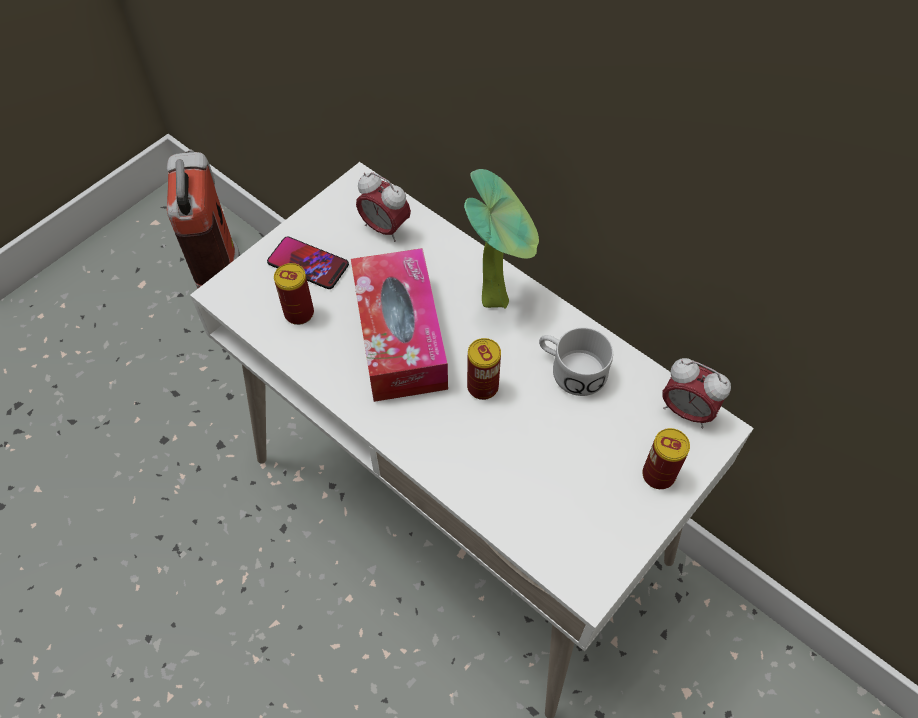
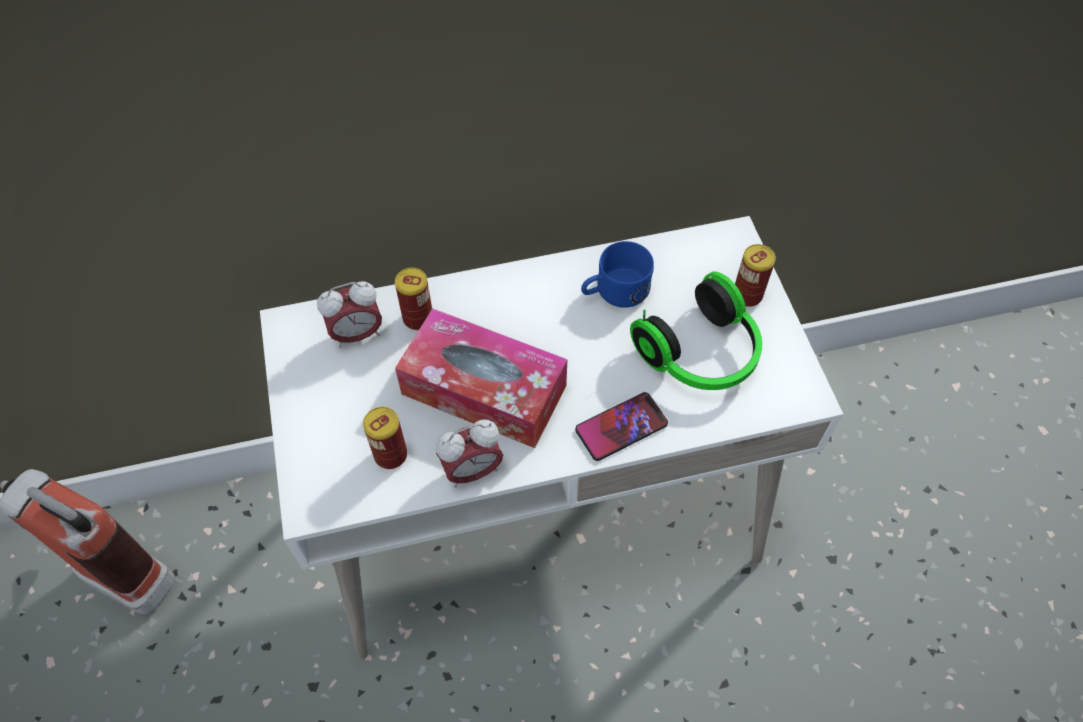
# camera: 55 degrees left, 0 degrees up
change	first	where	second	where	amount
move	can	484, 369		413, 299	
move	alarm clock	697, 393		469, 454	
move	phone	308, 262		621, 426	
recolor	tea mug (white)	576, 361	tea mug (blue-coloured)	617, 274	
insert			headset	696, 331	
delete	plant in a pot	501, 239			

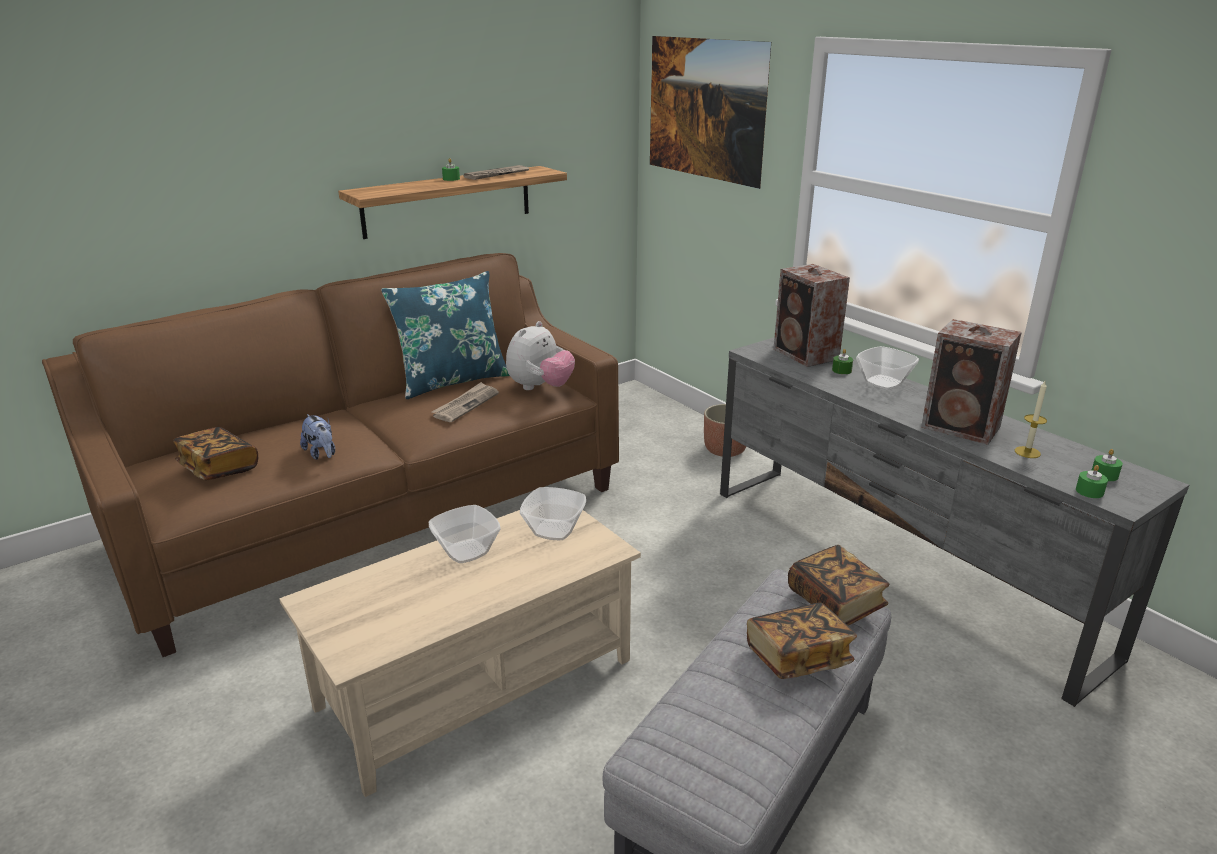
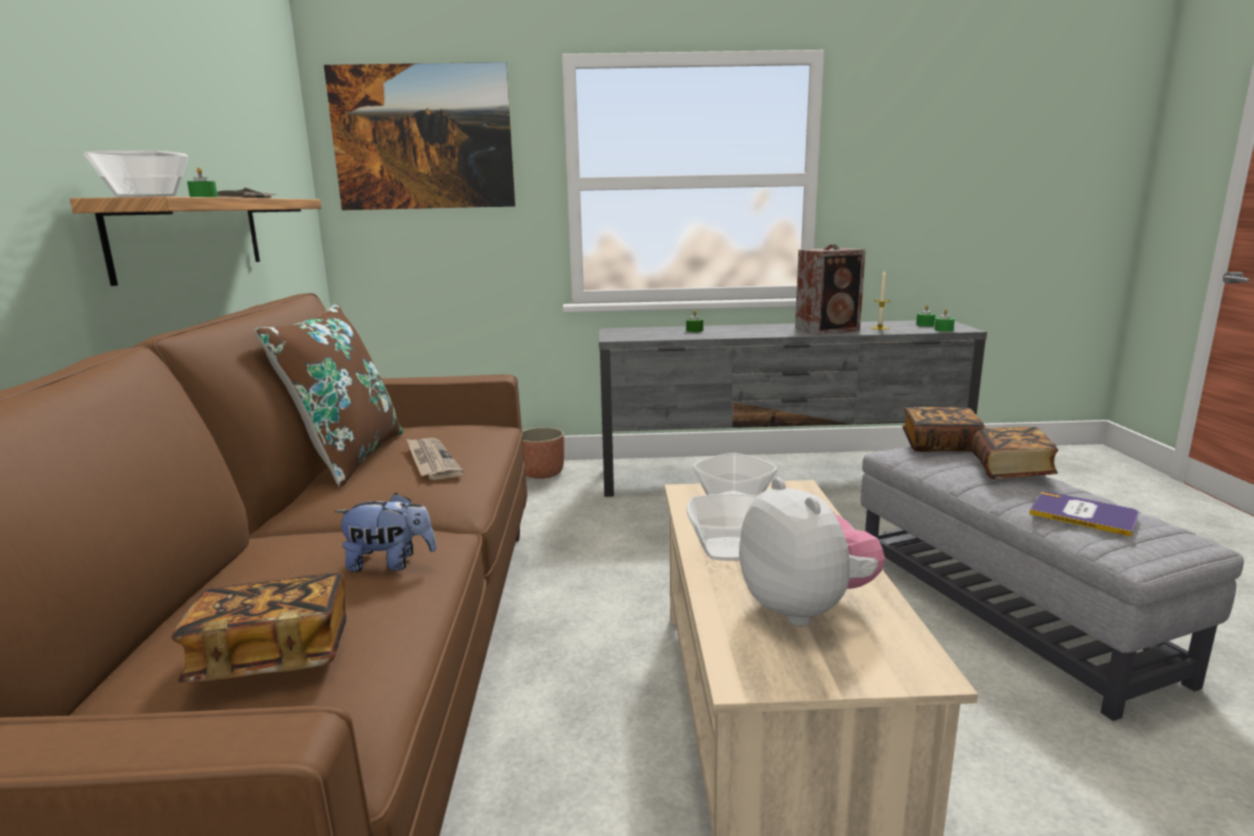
# camera: 55 degrees left, 10 degrees down
change	first	where	second	where	amount
move	deep dish	887, 368		136, 173	
recolor	pillow (blue-coloured)	445, 335	pillow (brown)	328, 395	
move	soft toy	540, 355		812, 552	
insert			book	1084, 514	
delete	speaker	812, 315			

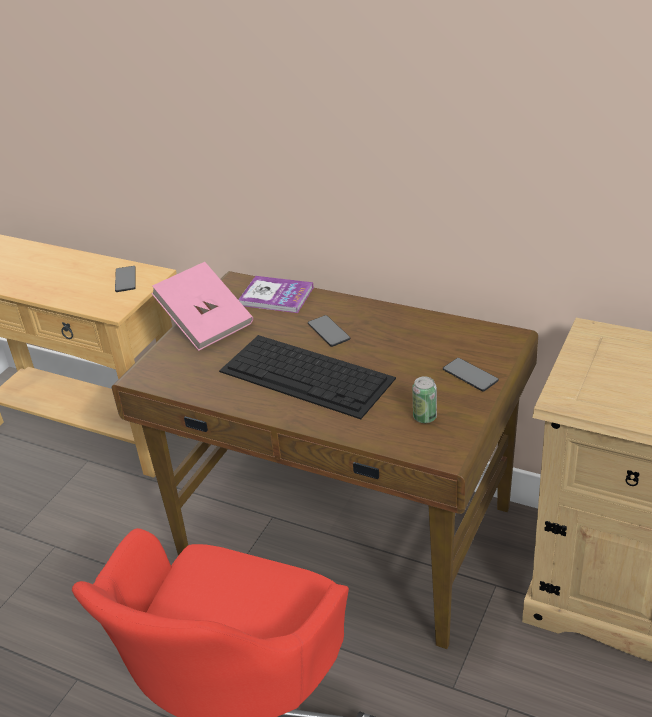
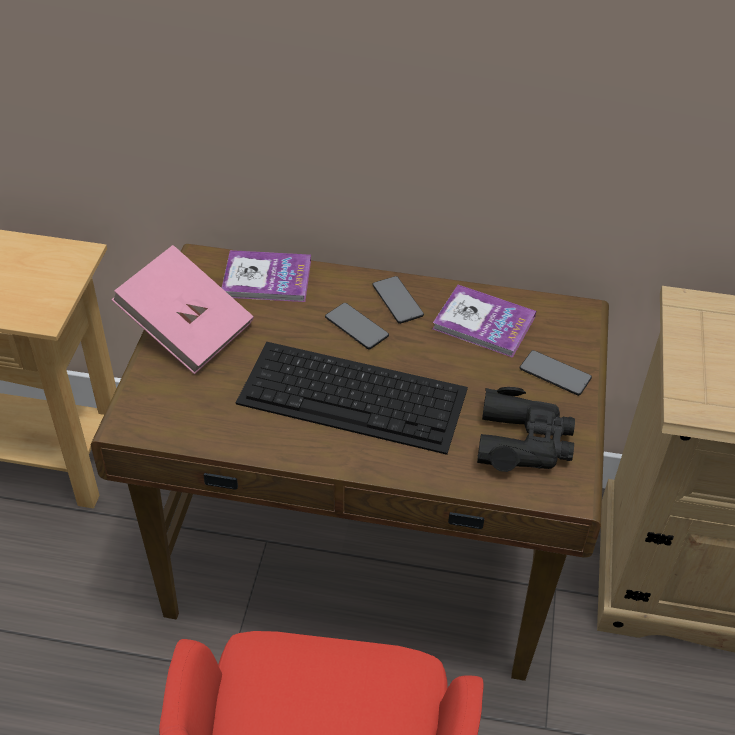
# camera: 20 degrees left, 10 degrees up
change	first	where	second	where	amount
move	phone	125, 279		398, 300	
insert			book	484, 321	
replace	can	424, 399	field glasses (blackish)	526, 429	

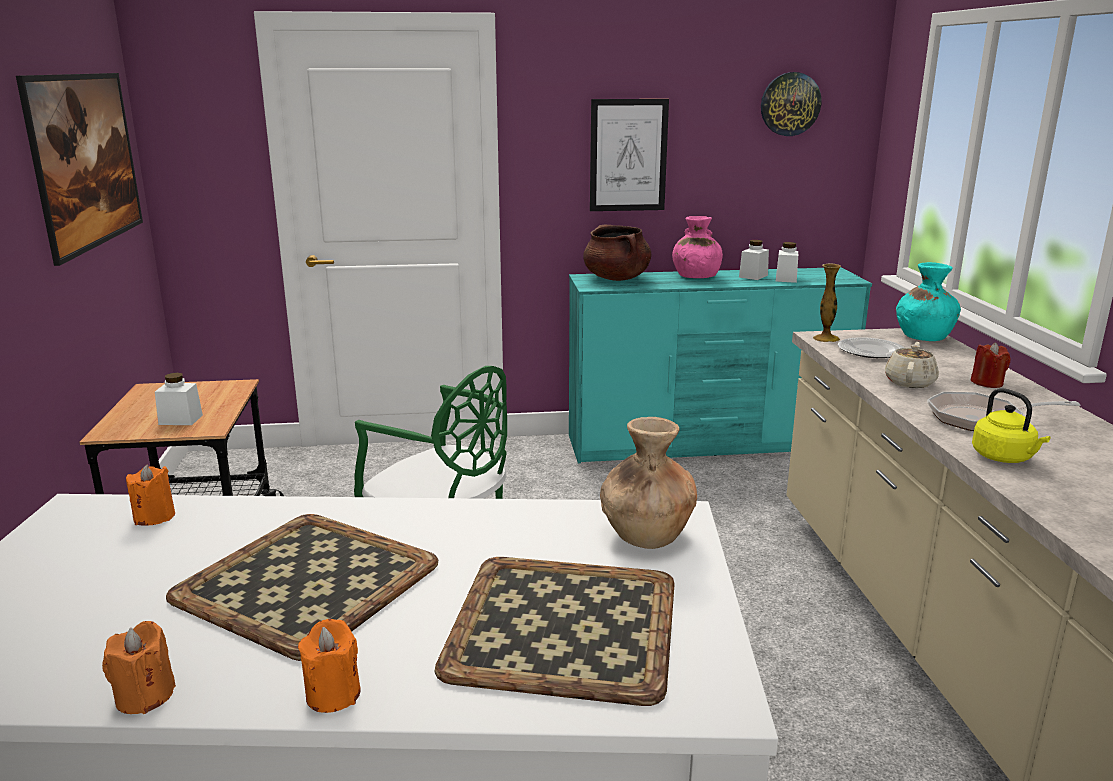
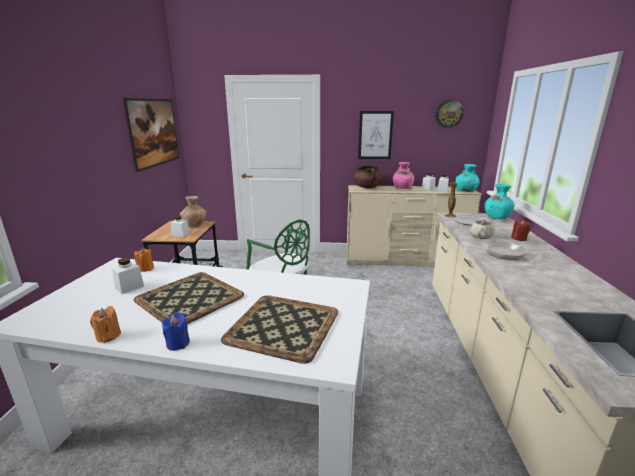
# camera: 10 degrees right, 0 degrees up
change	first	where	second	where	amount
insert			preserve jar (white)	128, 276	
recolor	wax light (orange-coloured)	329, 666	wax light (blue-coloured)	176, 331	
move	vase (brown)	648, 483		193, 211	
recolor	chest of drawers (turquoise-coloured)	720, 365	chest of drawers (beige)	414, 226	
insert			vase (turquoise-coloured)	467, 178	
delete	kettle (yellowish)	1011, 425			

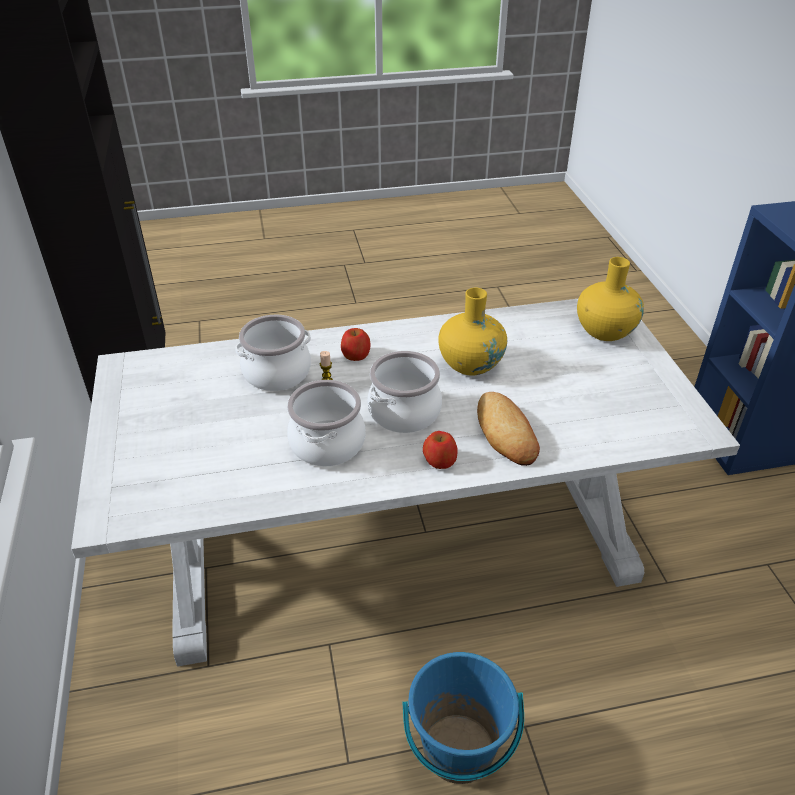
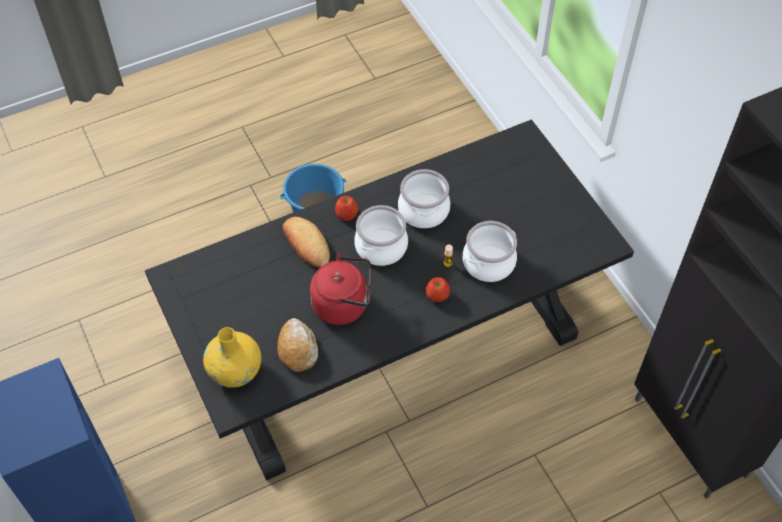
# camera: 165 degrees right, 15 degrees up
change	first	where	second	where	amount
recolor	dinner table (white)	405, 482	dinner table (blackish)	389, 300	
insert			bread	297, 345	
replace	vase (yellowish)	472, 332	kettle (red-coloured)	340, 289	

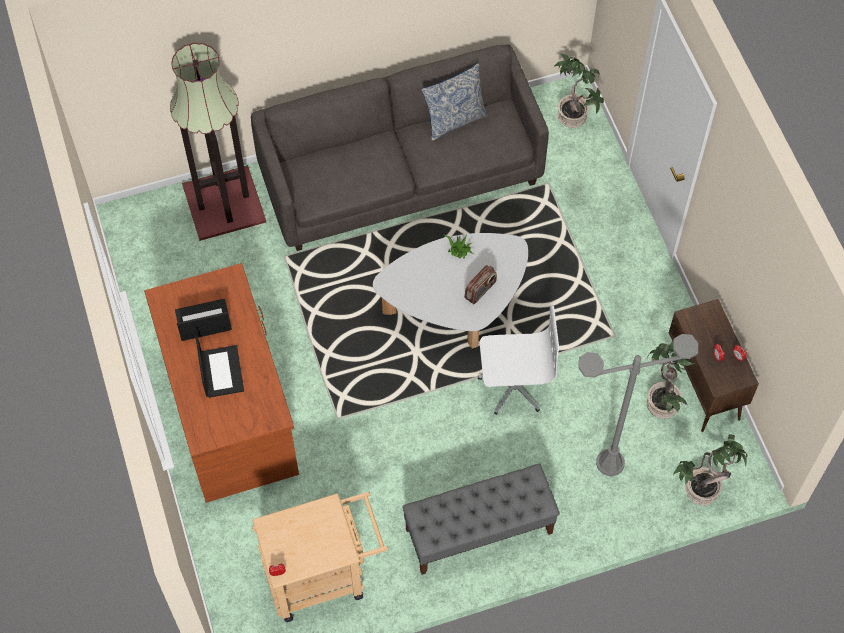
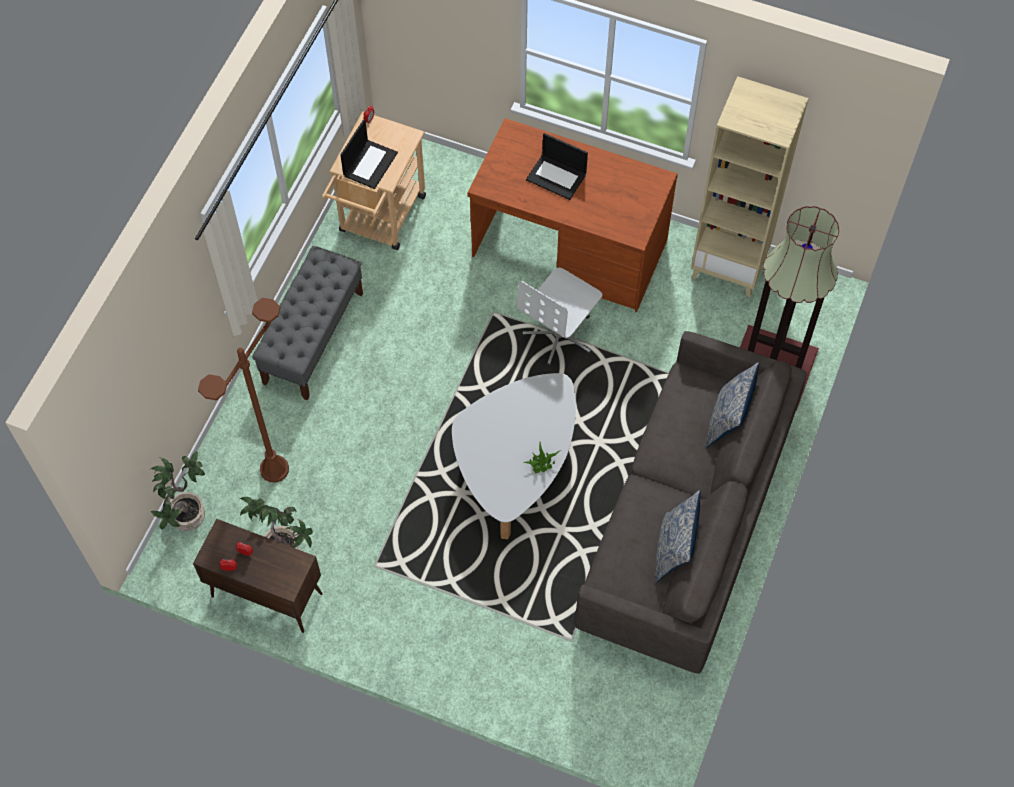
# camera: 130 degrees right, 0 degrees up
change	first	where	second	where	amount
recolor	standard lamp (grey)	638, 405	standard lamp (brown)	243, 390	
move	laptop	203, 320		369, 154	
move	computer chair (white)	518, 360		559, 317	
insert			bookshelf (beige)	750, 186	
insert			pillow	732, 405	
delete	radio receiver	480, 284			
delete	plant in a pot	579, 91			

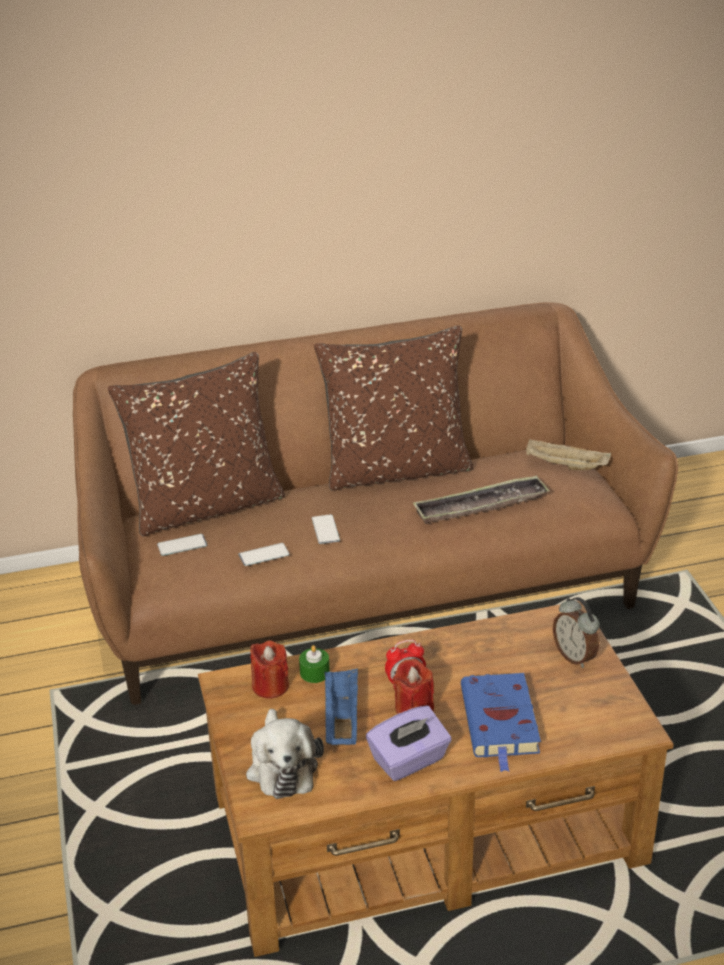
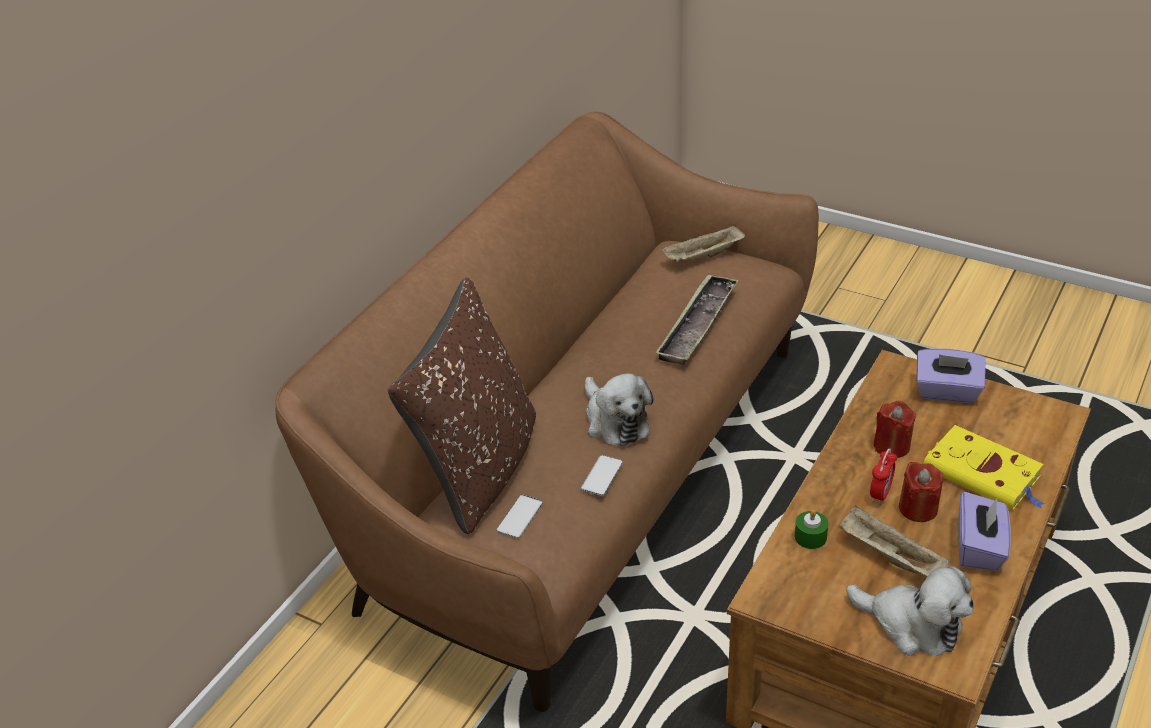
# camera: 45 degrees left, 5 degrees up
change	first	where	second	where	amount
replace	phone	326, 529	soft toy	619, 409	
recolor	serving tray (blue-coloured)	341, 706	serving tray (beige)	894, 541	
move	wax light (red-coloured)	270, 669		895, 429	
replace	alarm clock	576, 632	tissue box (purplish)	951, 375	
recolor	book (blue-coloured)	501, 722	book (yellowish)	984, 467	
delete	pillow (brown)	393, 408			

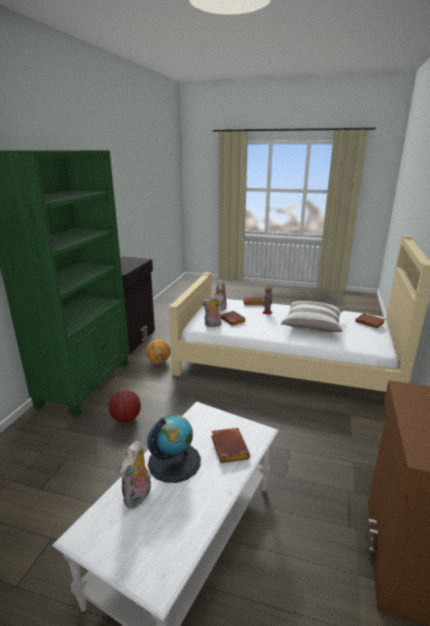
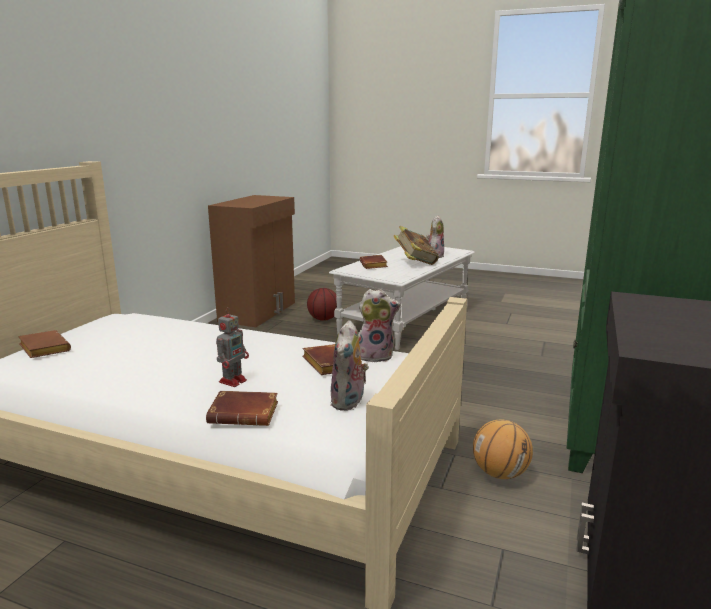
# camera: 175 degrees left, 5 degrees down
change	first	where	second	where	amount
move	ball for basketball	125, 406		322, 304	
replace	desk globe	174, 448	book	416, 245	
delete	pillow	312, 317			

